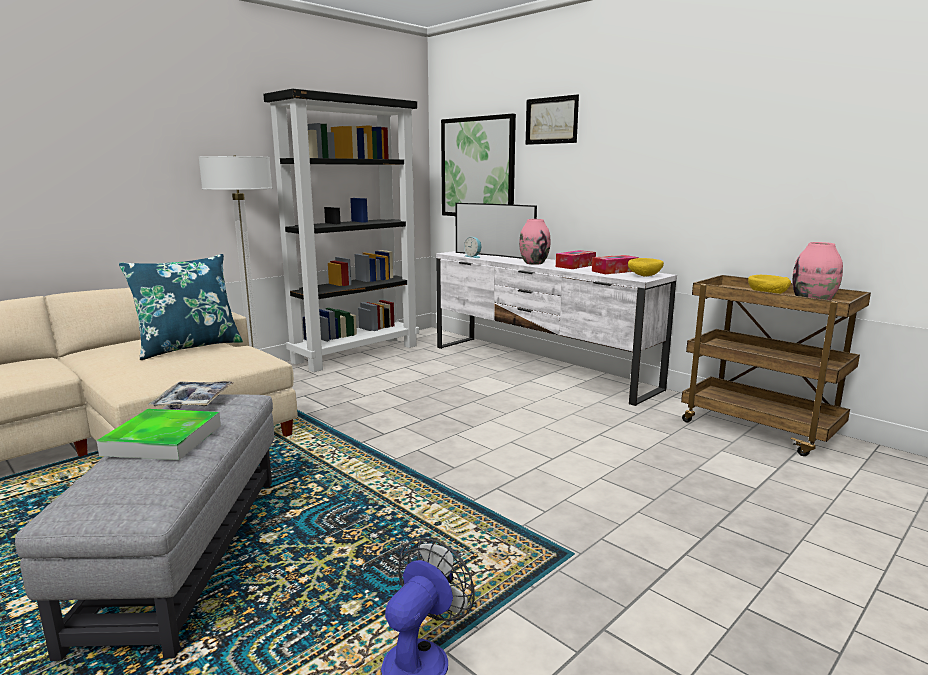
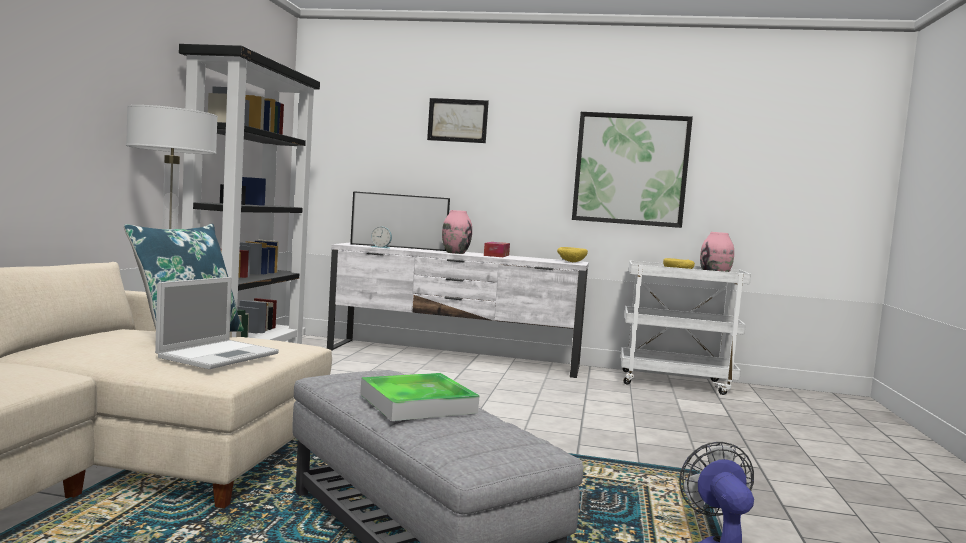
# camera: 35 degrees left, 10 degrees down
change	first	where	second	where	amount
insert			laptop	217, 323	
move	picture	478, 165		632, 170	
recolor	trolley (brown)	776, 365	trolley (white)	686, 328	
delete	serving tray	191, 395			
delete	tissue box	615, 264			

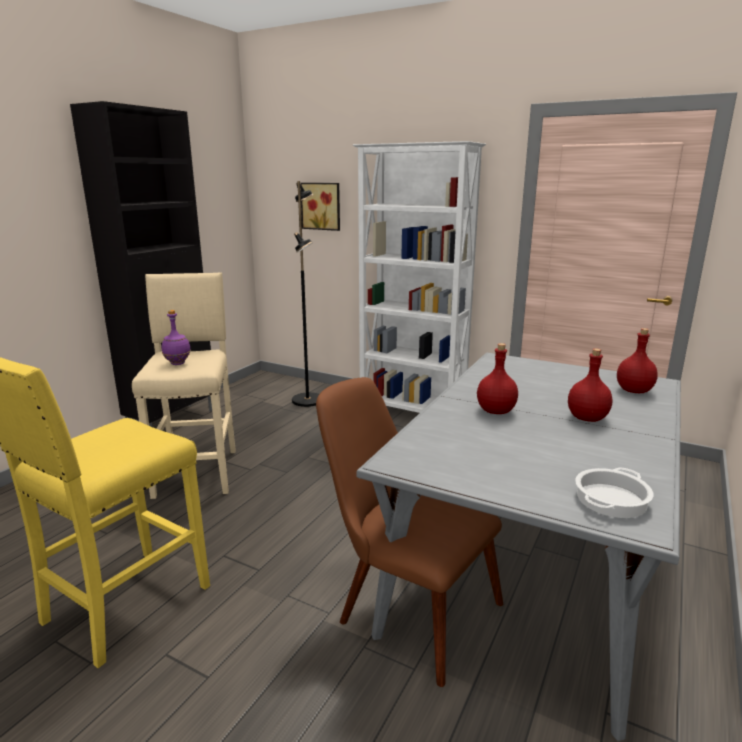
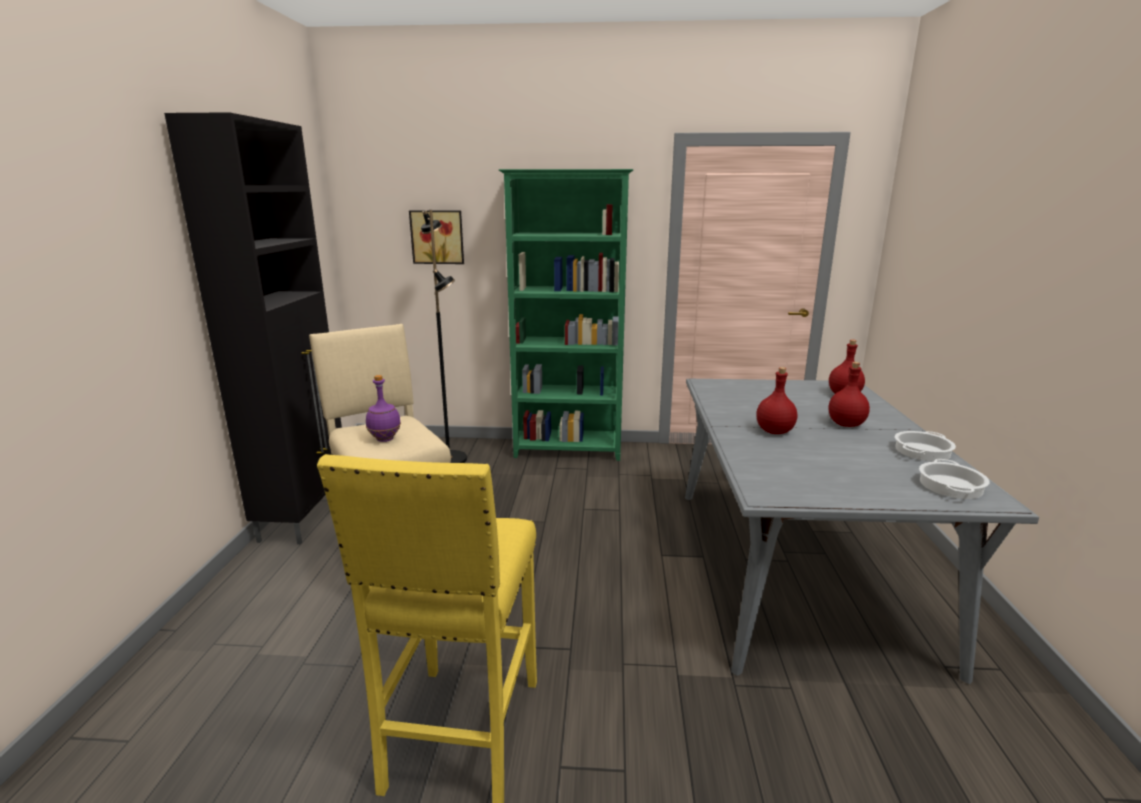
# camera: 25 degrees left, 0 degrees up
change	first	where	second	where	amount
recolor	bookshelf (white)	419, 277	bookshelf (green)	566, 315	
insert			saucepot	925, 446	
delete	upright chair (brown)	409, 532			

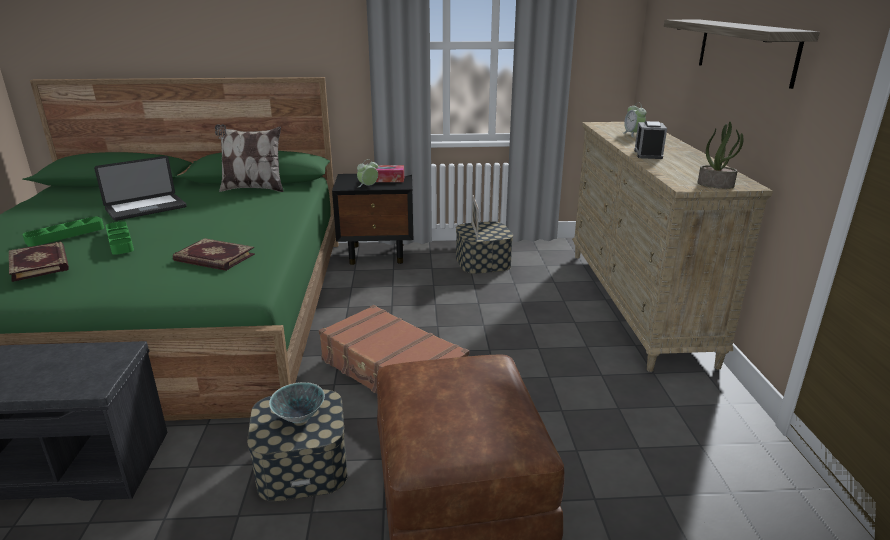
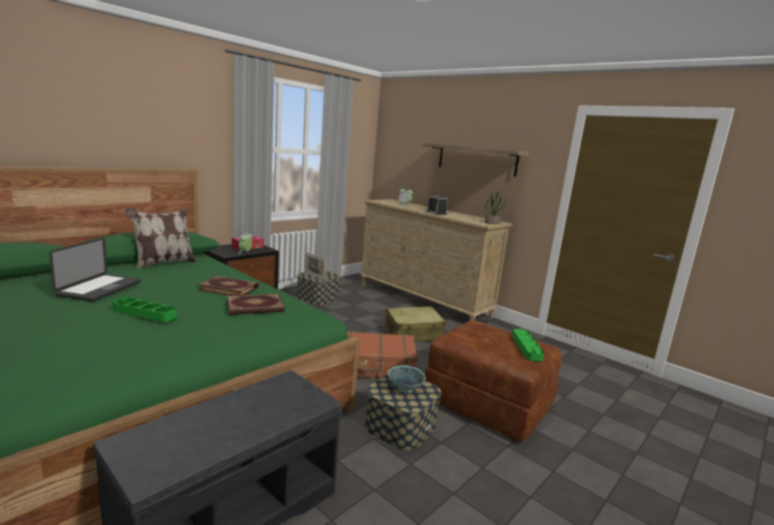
# camera: 45 degrees left, 10 degrees down
change	first	where	second	where	amount
move	book	39, 262		228, 286	
insert			travel case (beige)	415, 324	
move	serving tray (green)	63, 232		528, 345	

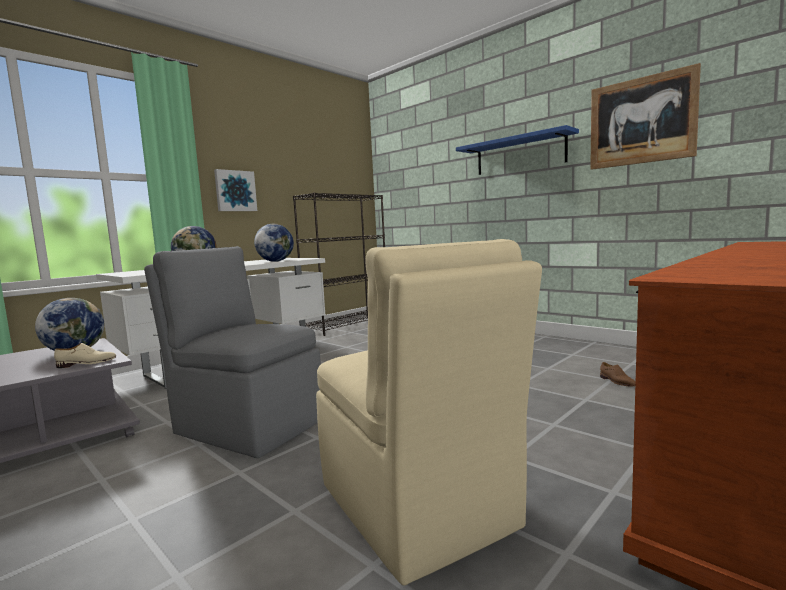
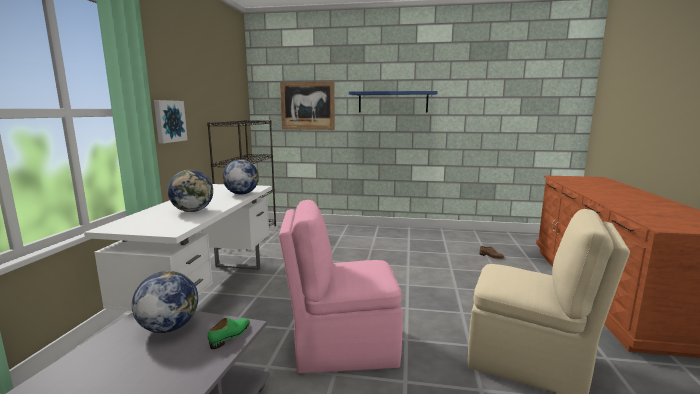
# camera: 35 degrees left, 5 degrees up
change	first	where	second	where	amount
recolor	shoe (beige)	85, 355	shoe (green)	228, 333	
recolor	upright chair (grey)	232, 352	upright chair (pinkish)	341, 286	
move	picture	645, 116		307, 105	

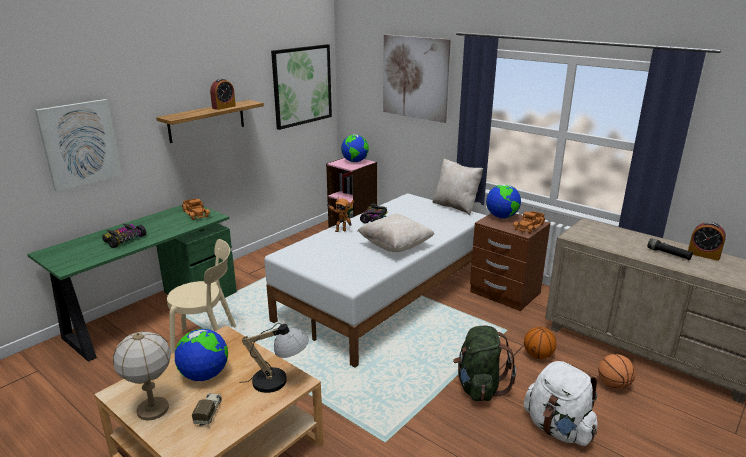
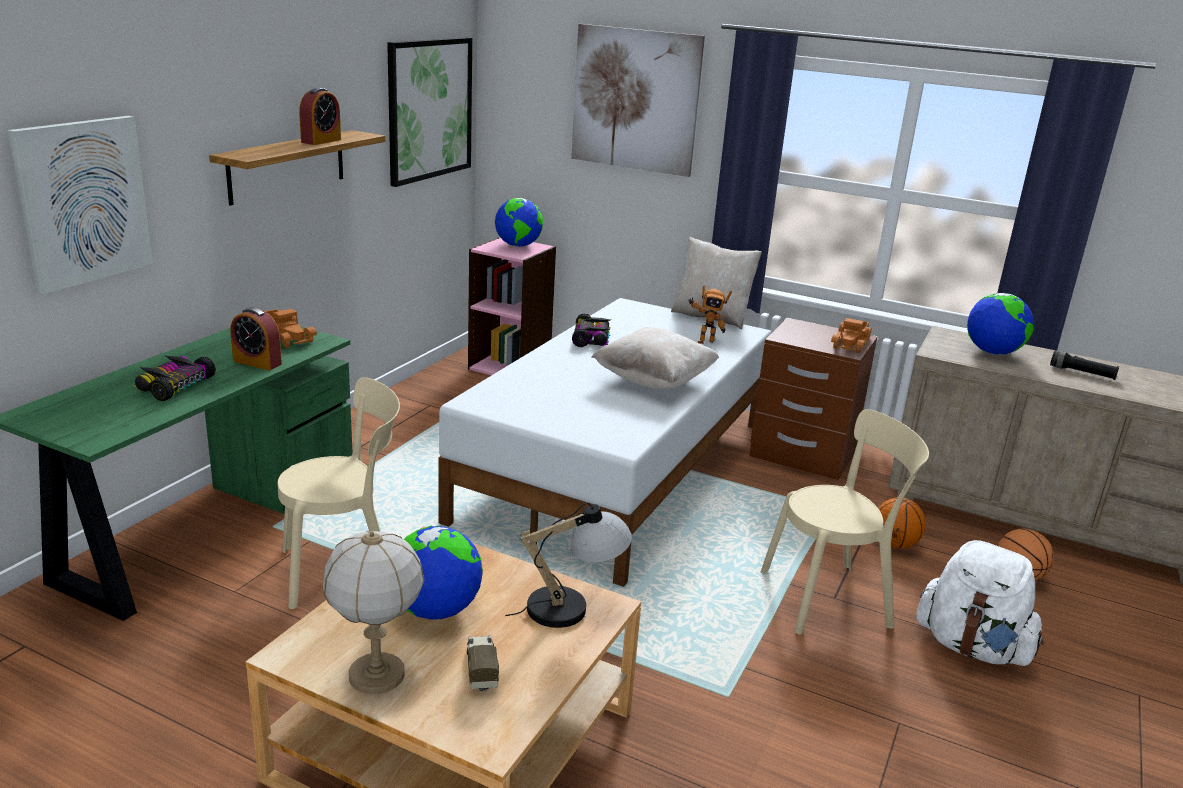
# camera: 15 degrees left, 0 degrees up
change	first	where	second	where	amount
move	alarm clock	707, 241		256, 338	
move	model robot	340, 214		710, 314	
replace	knapsack (green)	484, 363	upright chair (beige)	845, 521	
move	desk globe	503, 201		1000, 324	

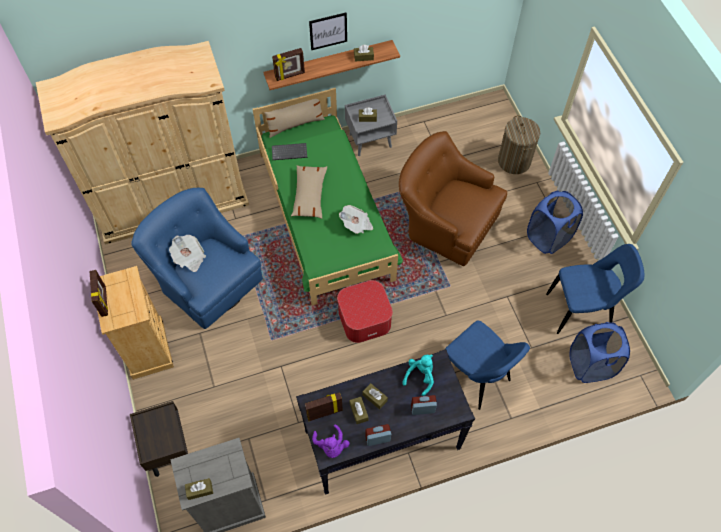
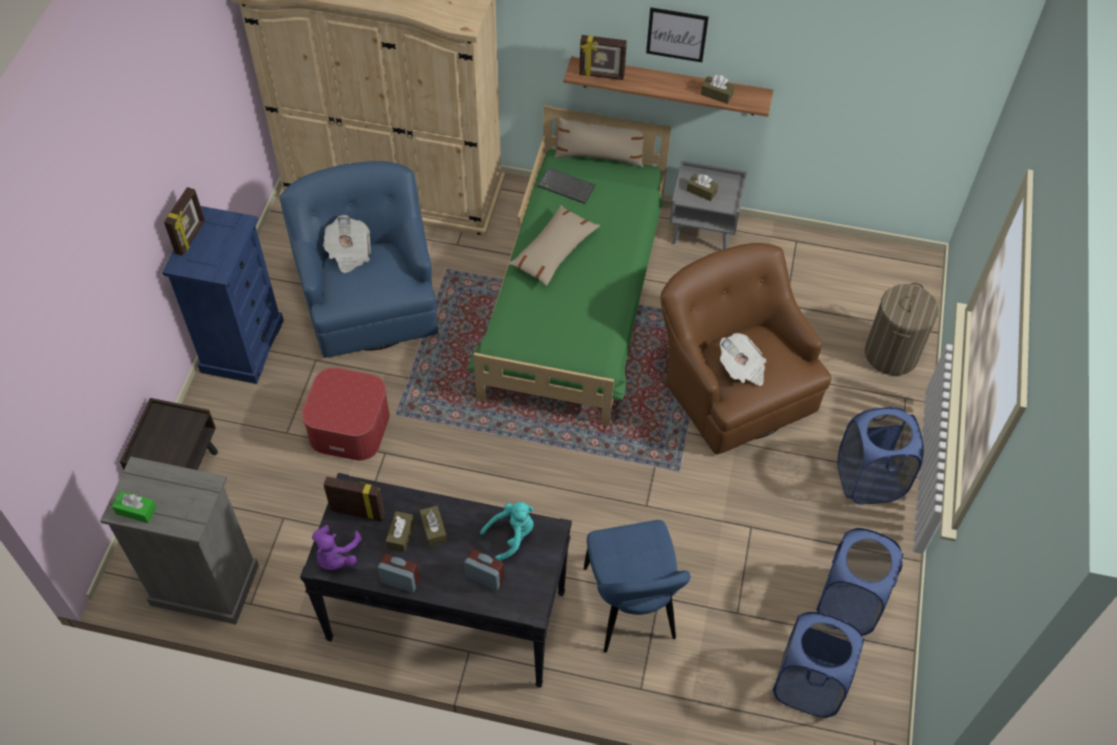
# camera: 30 degrees right, 5 degrees down
change	first	where	second	where	amount
recolor	tissue box (brown)	199, 489	tissue box (green)	134, 507	
recolor	chest of drawers (beige)	135, 323	chest of drawers (blue-coloured)	223, 295	
move	pouffe	365, 311		345, 414	
move	printed paper	356, 219		743, 359	
replace	upright chair (blue-coloured)	595, 289	hamper (blue-coloured)	860, 582	

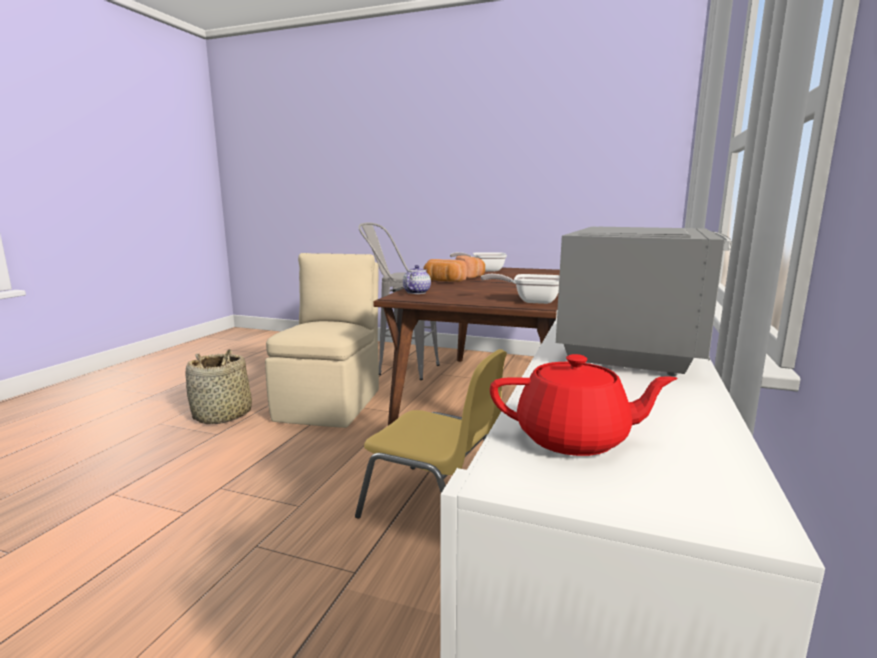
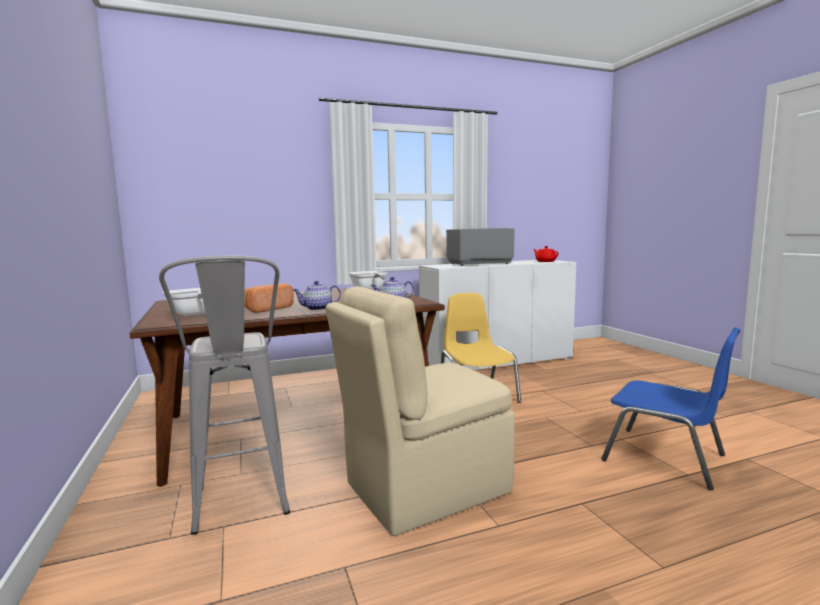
# camera: 130 degrees left, 5 degrees down
change	first	where	second	where	amount
replace	bread	445, 270	tea pot	317, 295	
insert			upright chair (blue-coloured)	670, 408	
delete	basket	219, 386			

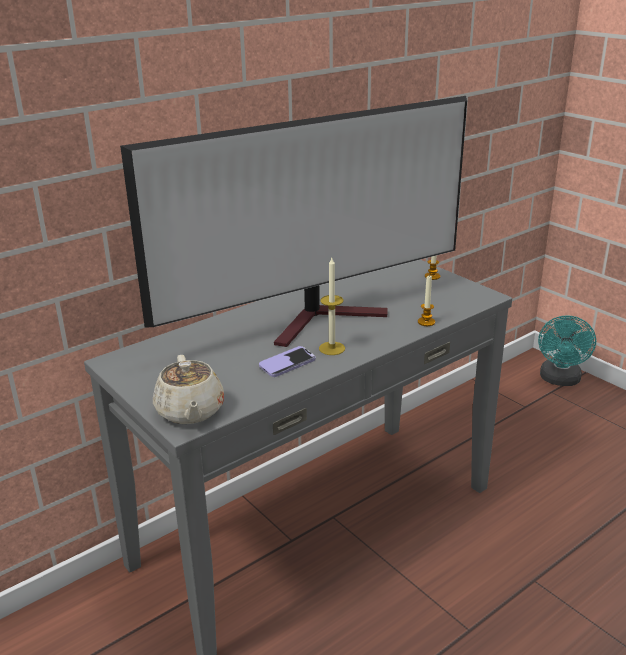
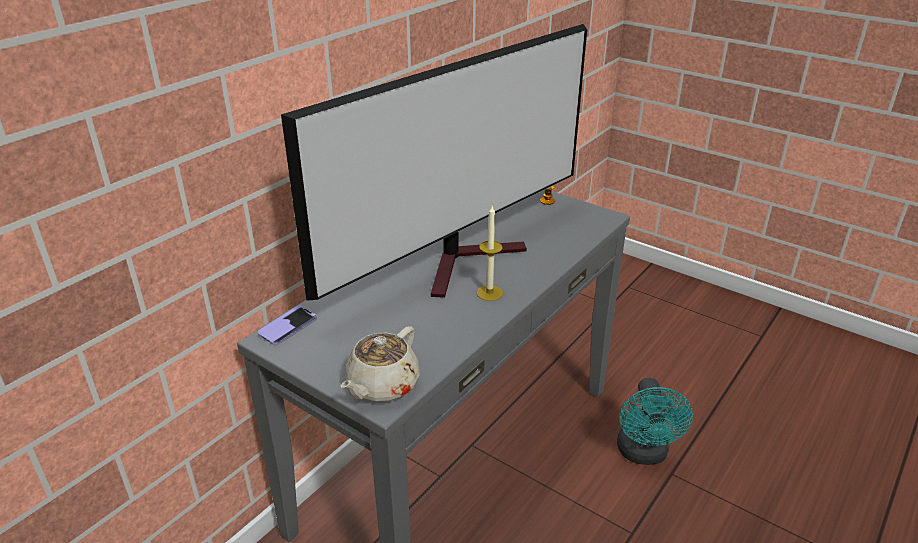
# camera: 15 degrees left, 5 degrees up
change	first	where	second	where	amount
move	phone	287, 361		287, 325	
rotate	tea pot (beige)	188, 389		380, 364	60 degrees clockwise
move	cooling fan (turquoise-coloured)	567, 350		655, 421	
delete	wax light	426, 301			

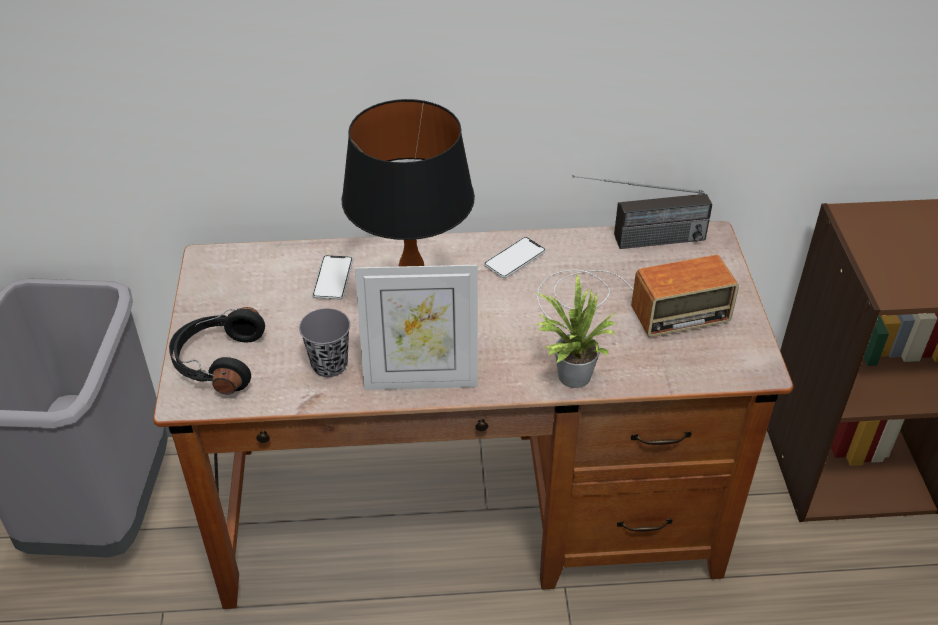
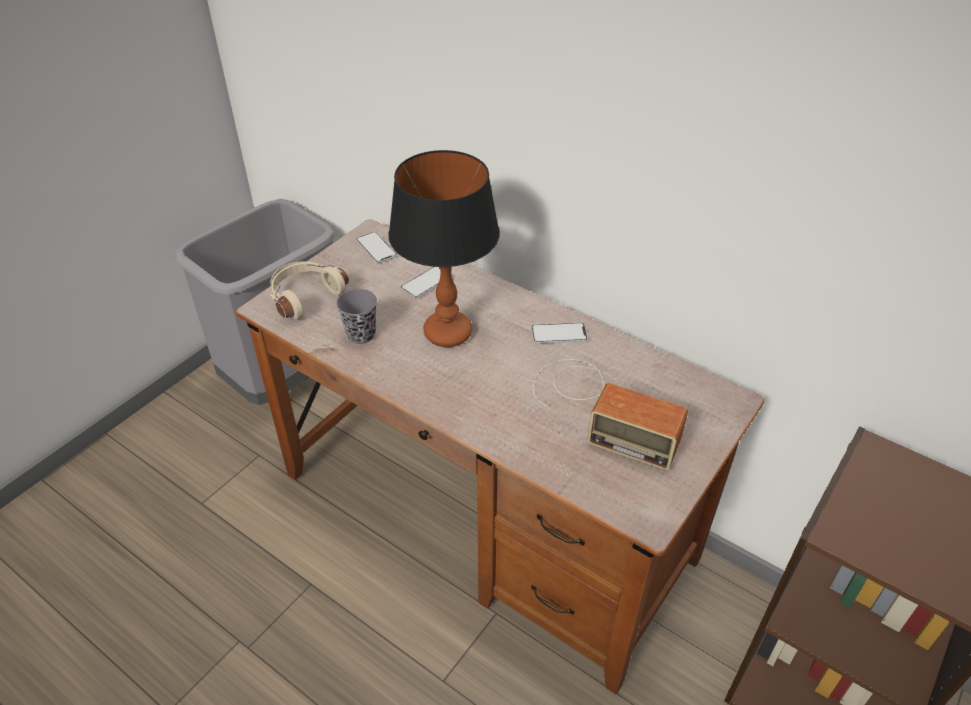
# camera: 40 degrees right, 0 degrees up
change	first	where	second	where	amount
recolor	headset (blackish)	217, 351	headset (beige)	309, 290	
insert			phone	376, 247	
delete	standing frame	416, 327			
delete	plant in a pot	575, 331			
delete	radio receiver	642, 212			

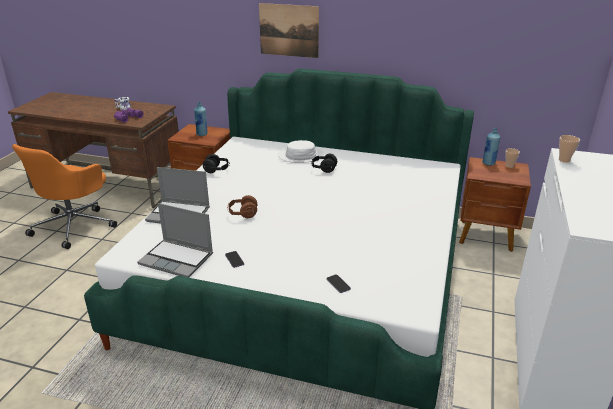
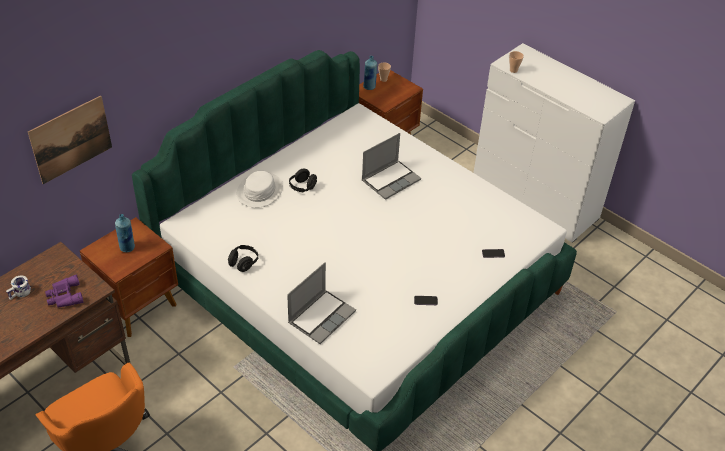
# camera: 65 degrees left, 15 degrees up
change	first	where	second	where	amount
move	picture	289, 30		70, 139	
move	laptop	175, 240		391, 166	
delete	headset (brown)	242, 206			

